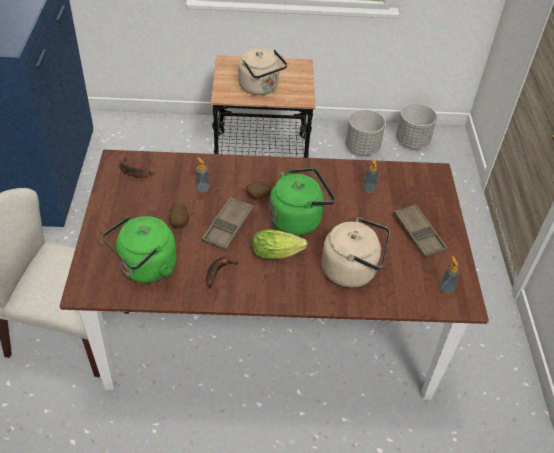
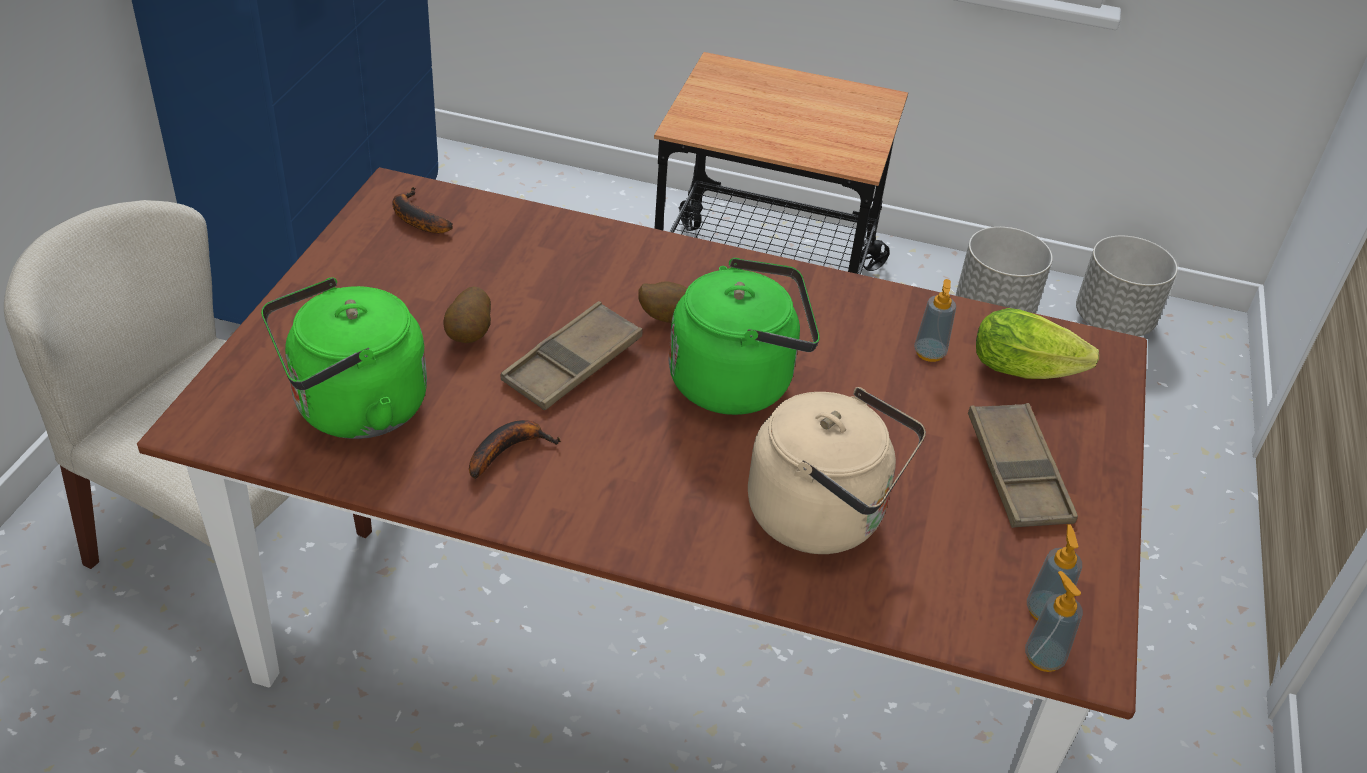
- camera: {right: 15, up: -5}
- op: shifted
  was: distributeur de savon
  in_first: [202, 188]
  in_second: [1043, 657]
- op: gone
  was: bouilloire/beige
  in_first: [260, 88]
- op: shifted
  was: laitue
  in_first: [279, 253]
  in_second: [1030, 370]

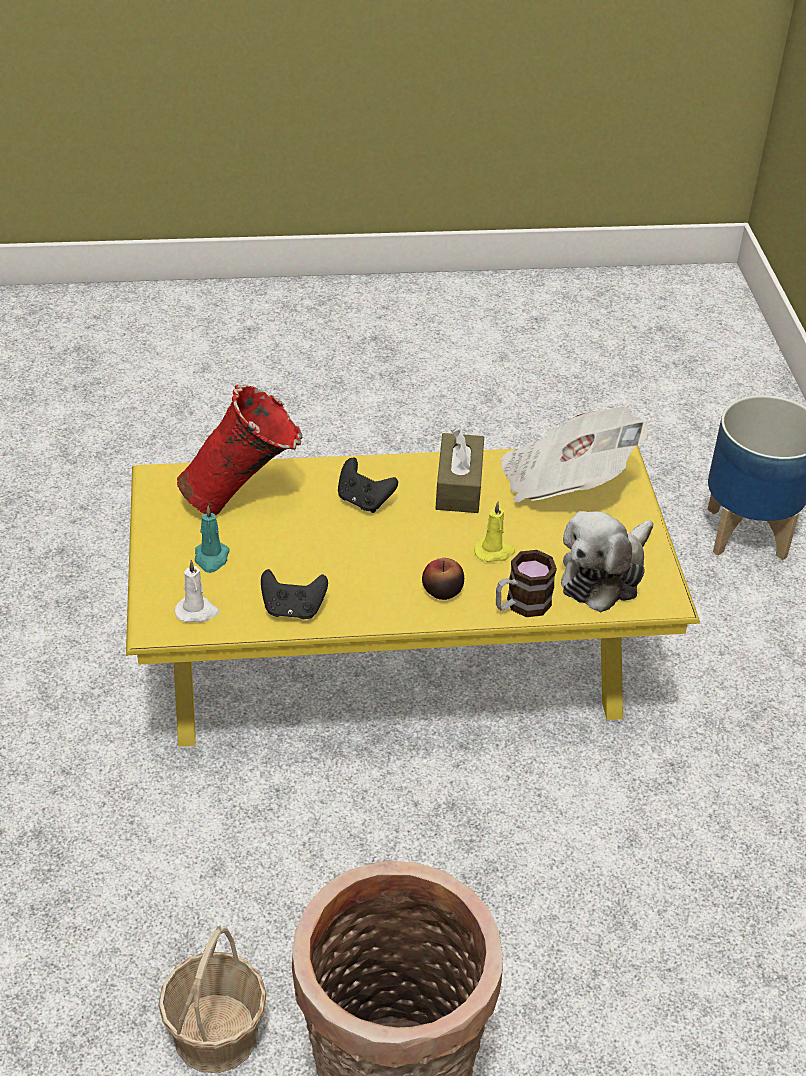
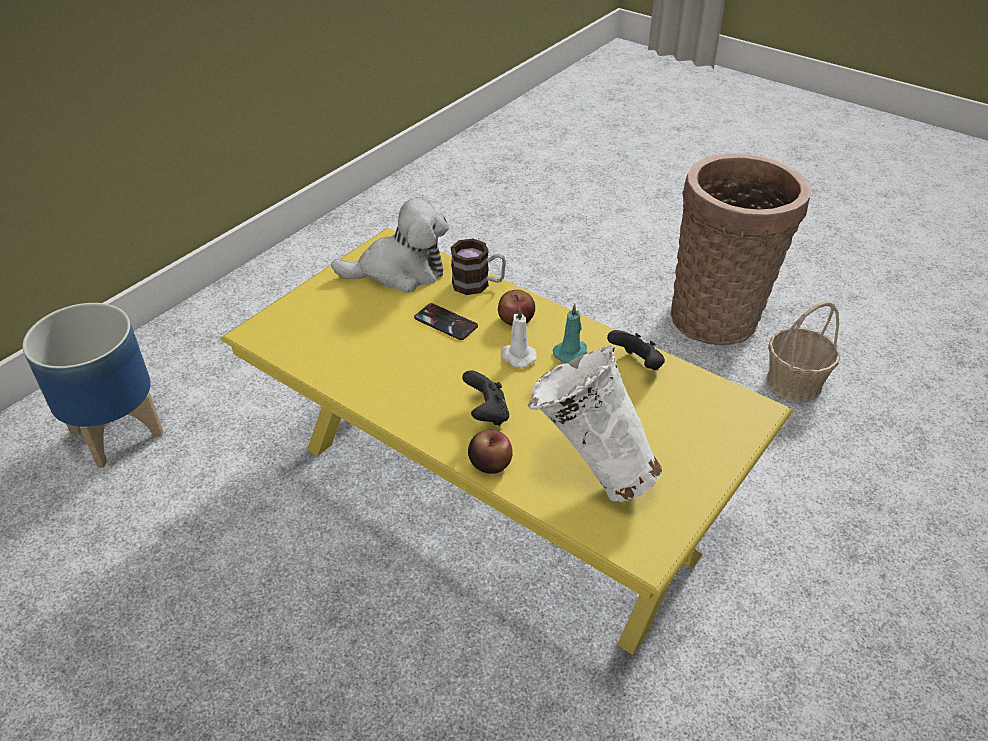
- camera: {right: -135, up: 0}
- op: shifted
  was: bougie/blanc
  in_first: [197, 612]
  in_second: [517, 356]
- op: repainted
  was: vase/rouge
  now: vase/blanc
  in_first: [244, 502]
  in_second: [588, 474]
- op: shifted
  was: bougie/turquoise
  in_first: [211, 558]
  in_second: [571, 353]
- op: gone
  was: boîte à mouchoirs/marron
  in_first: [459, 486]
- op: swapped
  was: bougie/jaune
  now: téléphone
  in_first: [494, 552]
  in_second: [446, 322]
- op: gone
  was: journal
  in_first: [565, 482]
- op: new
  now: pomme
  in_second: [490, 463]

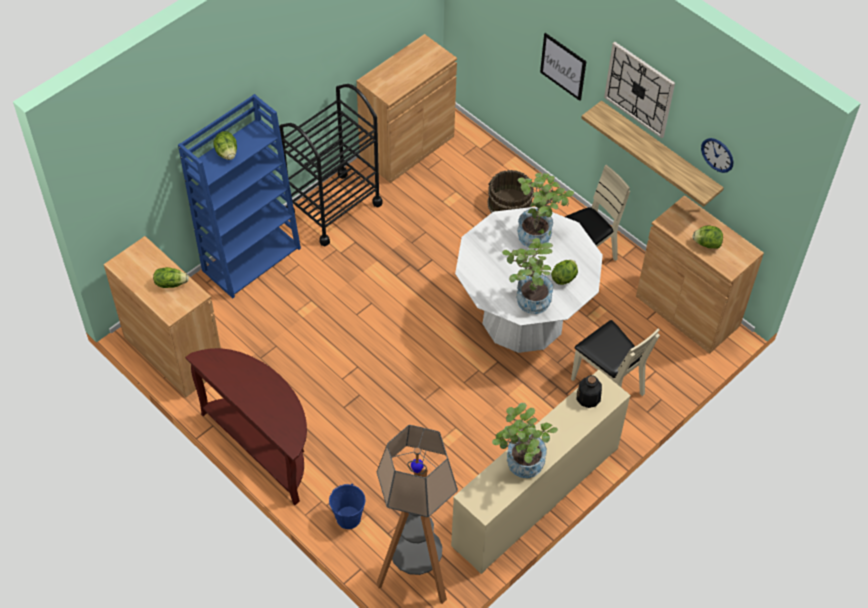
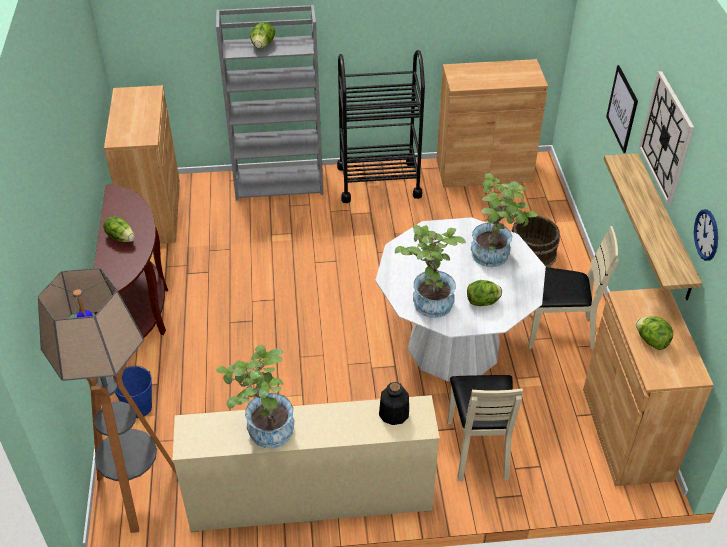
- camera: {right: 40, up: -10}
- op: shifted
  was: laitue
  in_first: [171, 283]
  in_second: [121, 237]
- op: repainted
  was: bibliothèque/bleu
  now: bibliothèque/gris
  in_first: [251, 258]
  in_second: [279, 182]

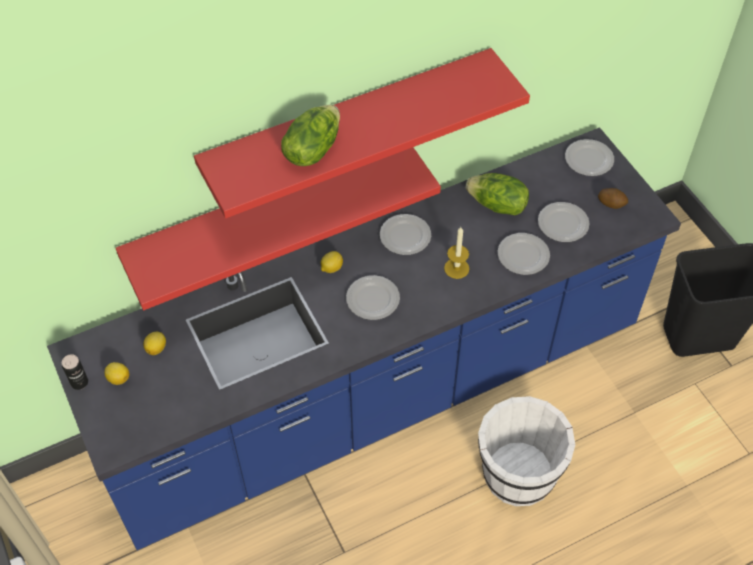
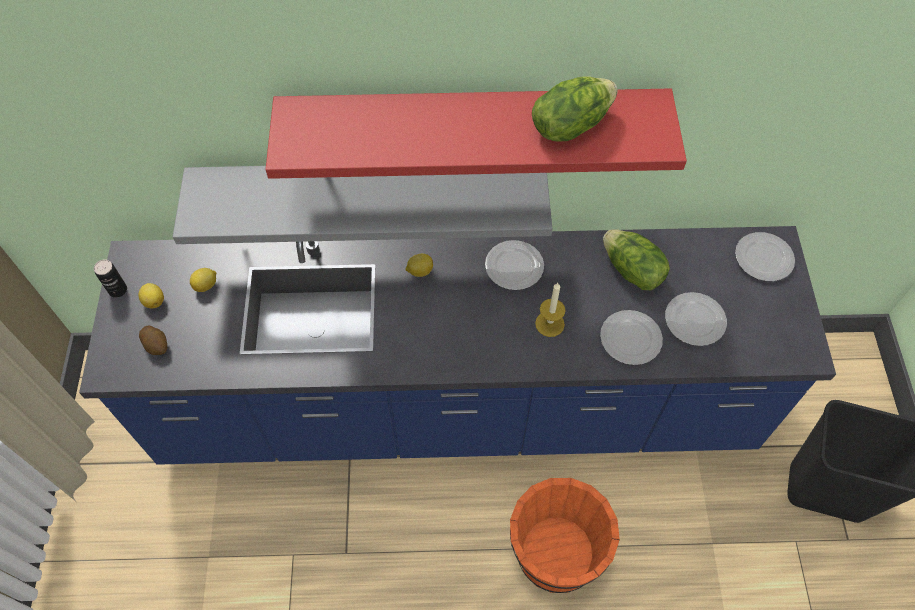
- camera: {right: 25, up: 5}
- op: repainted
  was: étagère/rouge
  now: étagère/gris
  in_first: [269, 210]
  in_second: [368, 186]
- op: shifted
  was: laitue
  in_first: [312, 149]
  in_second: [570, 125]
- op: gone
  was: assiette
  in_first: [373, 299]
- op: repainted
  was: seau/blanc
  now: seau/orange
  in_first: [517, 475]
  in_second: [555, 554]
- op: shifted
  was: pomme de terre
  in_first: [611, 203]
  in_second: [157, 345]

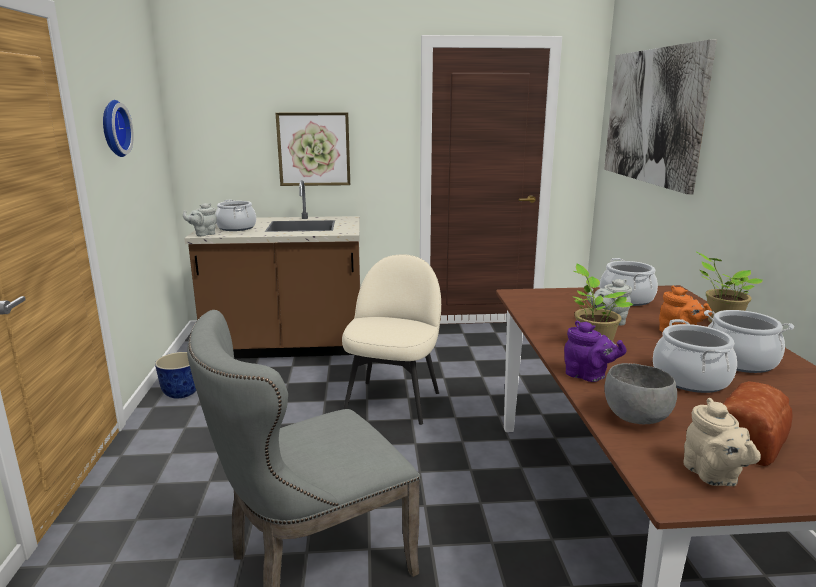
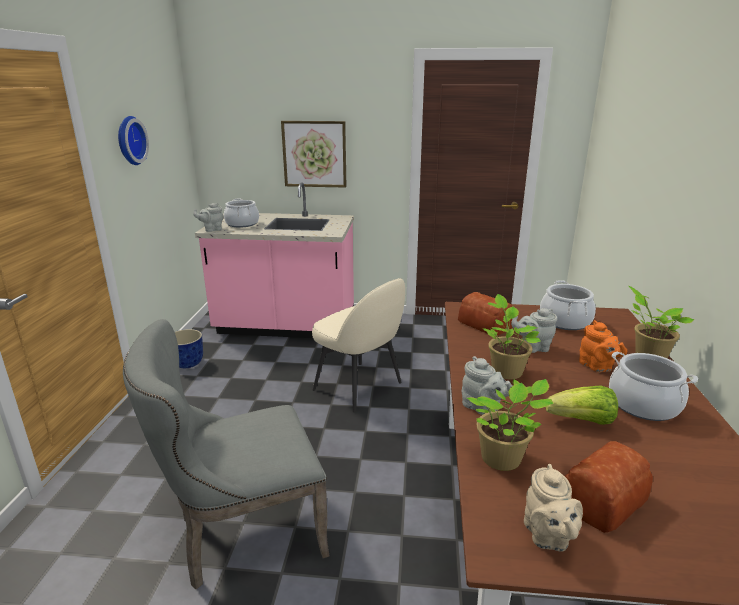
- camera: {right: 10, up: 5}
- op: repainted
  was: comptoir de cuisine/marron
  now: comptoir de cuisine/rose
  in_first: [287, 346]
  in_second: [286, 326]
- op: rotated
  was: chaise/beige
  in_first: [393, 400]
  in_second: [359, 387]
  clockwise: 105
- op: repainted
  was: théière/violet
  now: théière/gris
  in_first: [588, 376]
  in_second: [483, 408]
- op: gone
  was: tableau
  in_first: [652, 116]
- op: swapped
  was: bol/gris
  now: plante en pot
  in_first: [634, 417]
  in_second: [503, 460]
- op: swapped
  was: marmite
  now: laitue
  in_first: [691, 379]
  in_second: [582, 421]
- op: new
  now: pain
  in_second: [484, 324]

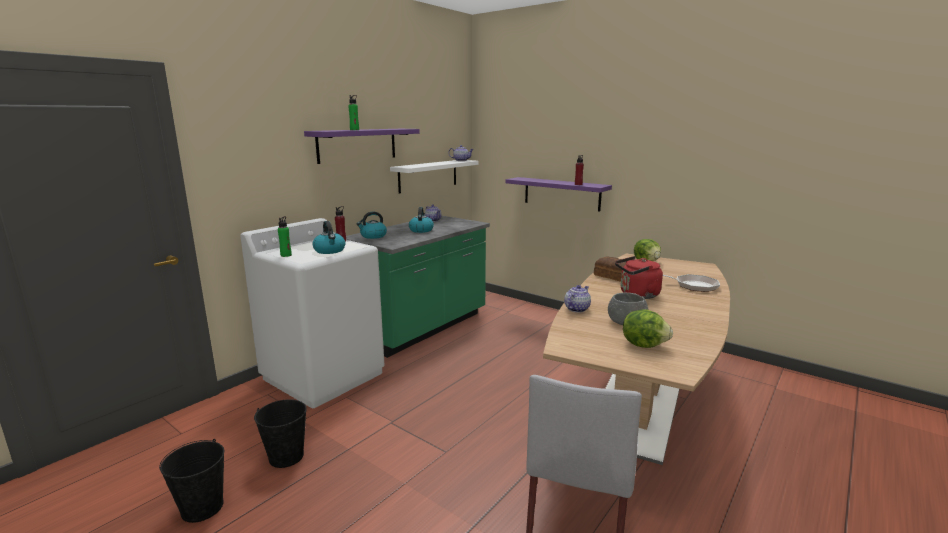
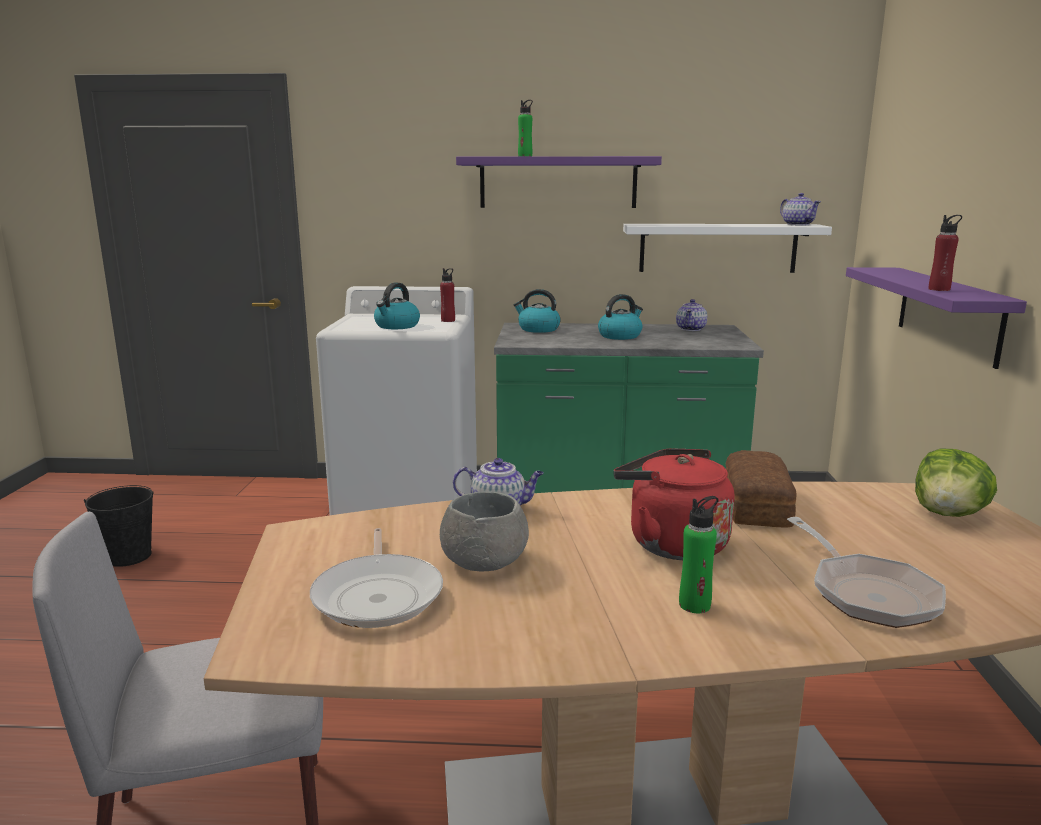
- camera: {right: 55, up: 0}
- op: gone
  was: seau/noir
  in_first: [286, 456]
- op: shifted
  was: bouteille/vert
  in_first: [286, 255]
  in_second: [695, 605]
- op: swapped
  was: laitue
  now: poêle
  in_first: [644, 344]
  in_second: [379, 595]

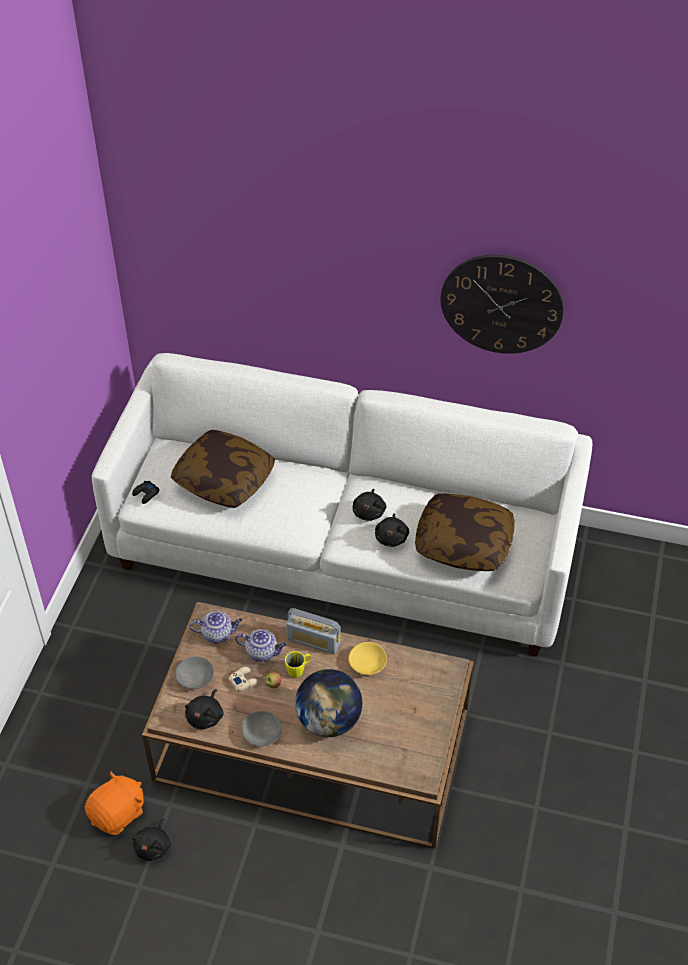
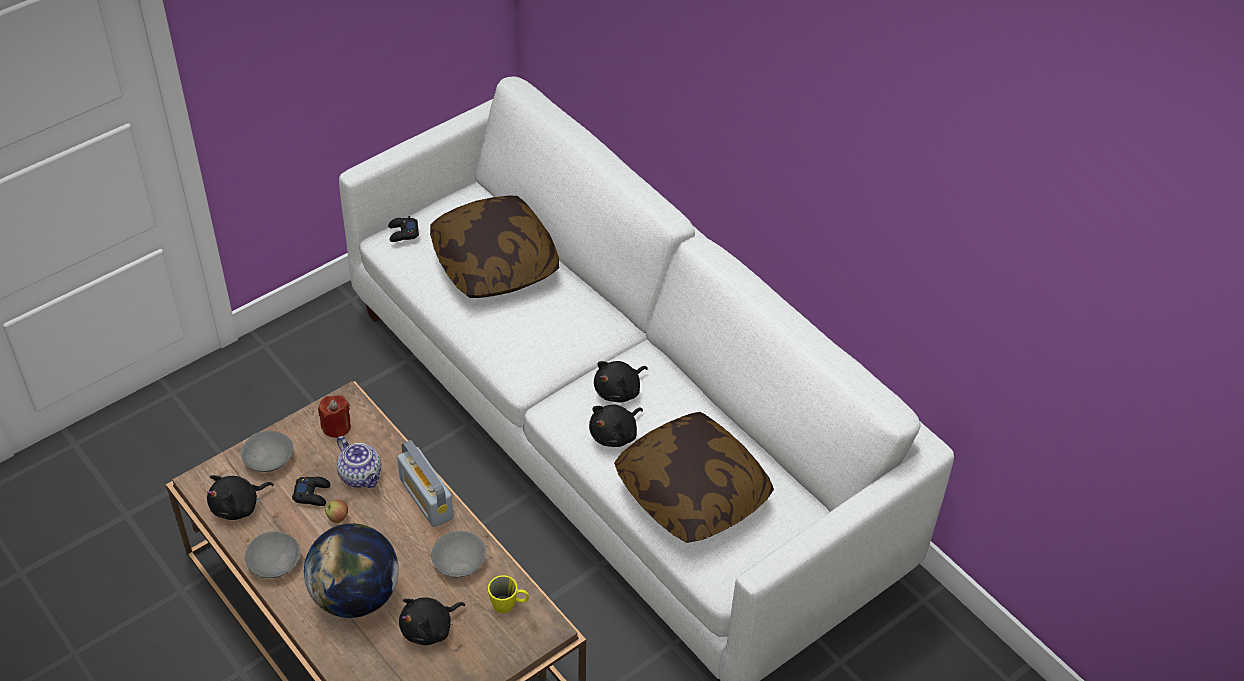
- camera: {right: 35, up: 0}
- op: gone
  was: peluche/orange
  in_first: [118, 813]
- op: shifted
  was: peluche/noir
  in_first: [153, 846]
  in_second: [429, 628]
- op: swapped
  was: théière
  now: bougie/rouge
  in_first: [218, 634]
  in_second: [336, 427]
- op: repainted
  was: manette/beige
  now: manette/noir
  in_first: [243, 681]
  in_second: [312, 494]
- op: shifted
  was: mug/jaune
  in_first: [298, 669]
  in_second: [509, 604]
- op: repainted
  was: bol/jaune
  now: bol/gris
  in_first: [367, 664]
  in_second: [458, 562]
- op: gone
  was: horloge murale
  in_first: [501, 304]

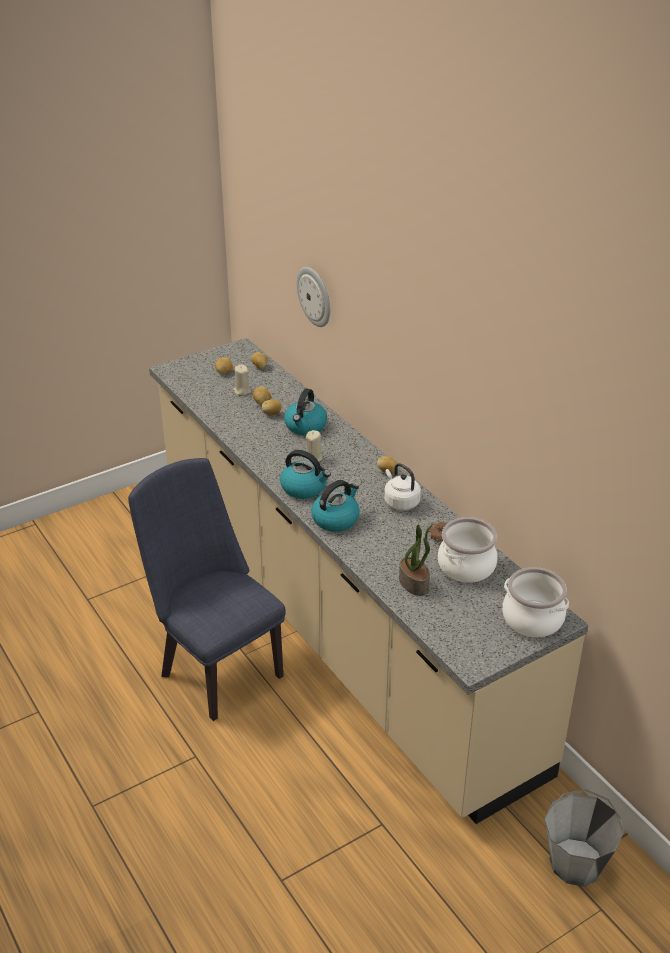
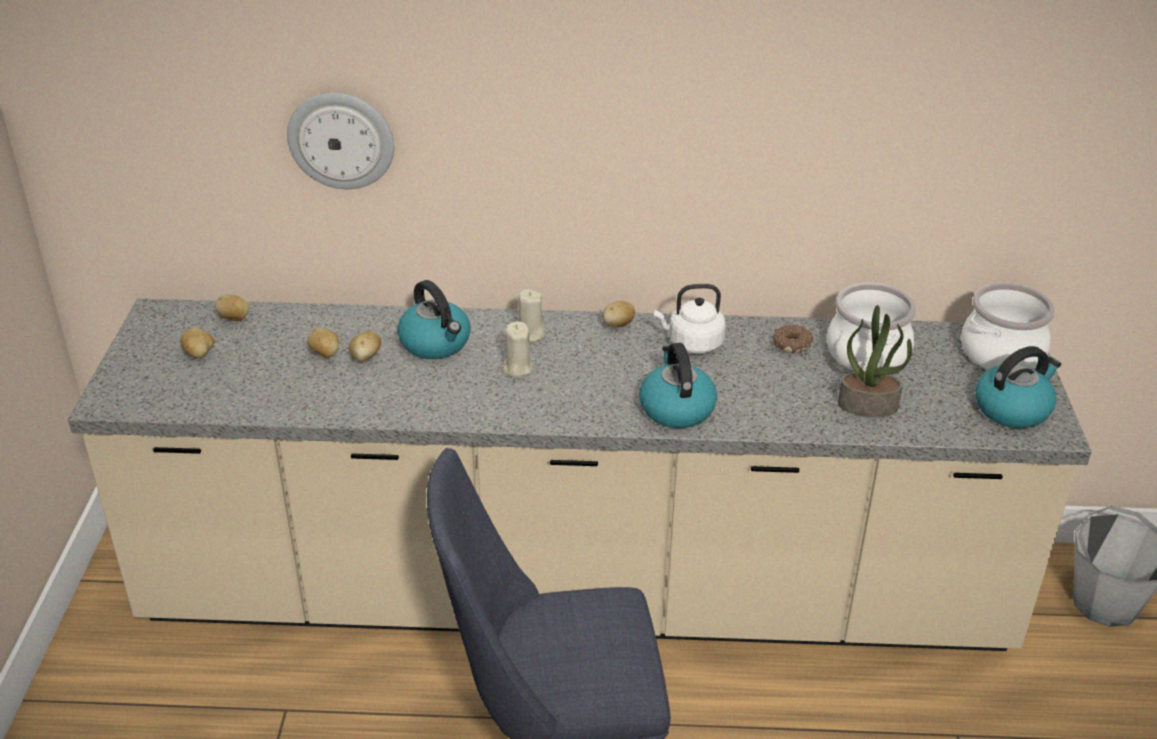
- camera: {right: -55, up: 0}
- op: shifted
  was: bougie/beige
  in_first: [242, 391]
  in_second: [530, 334]
- op: shifted
  was: bouilloire
  in_first: [304, 488]
  in_second: [1012, 409]

